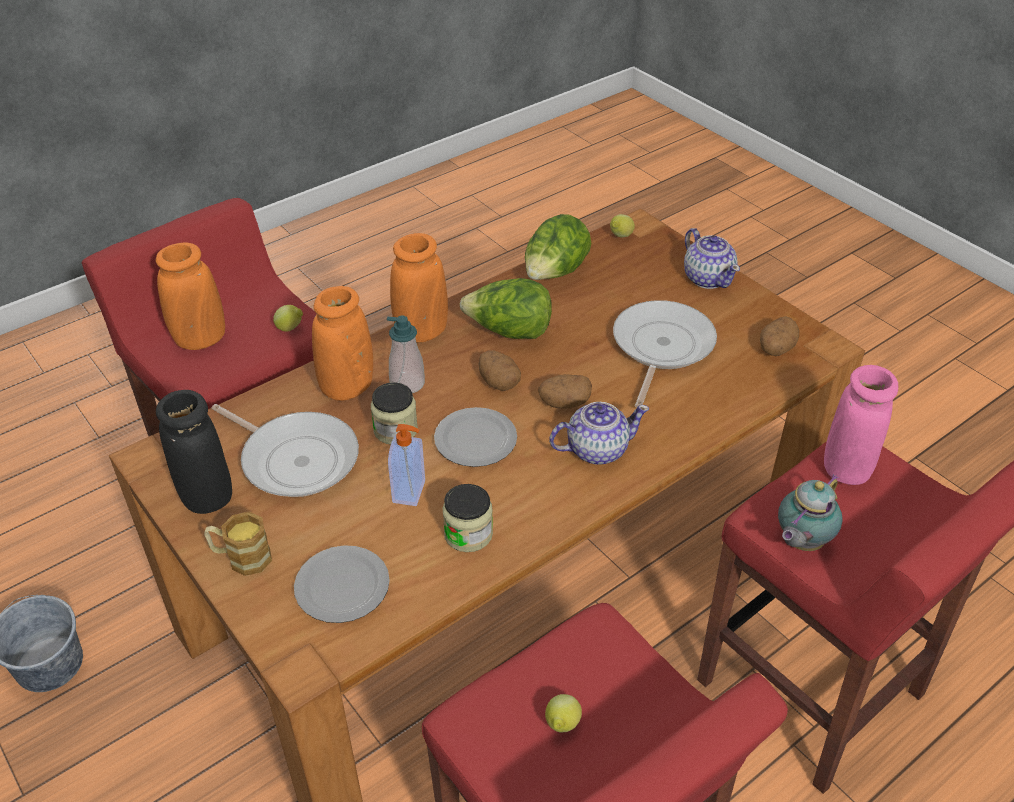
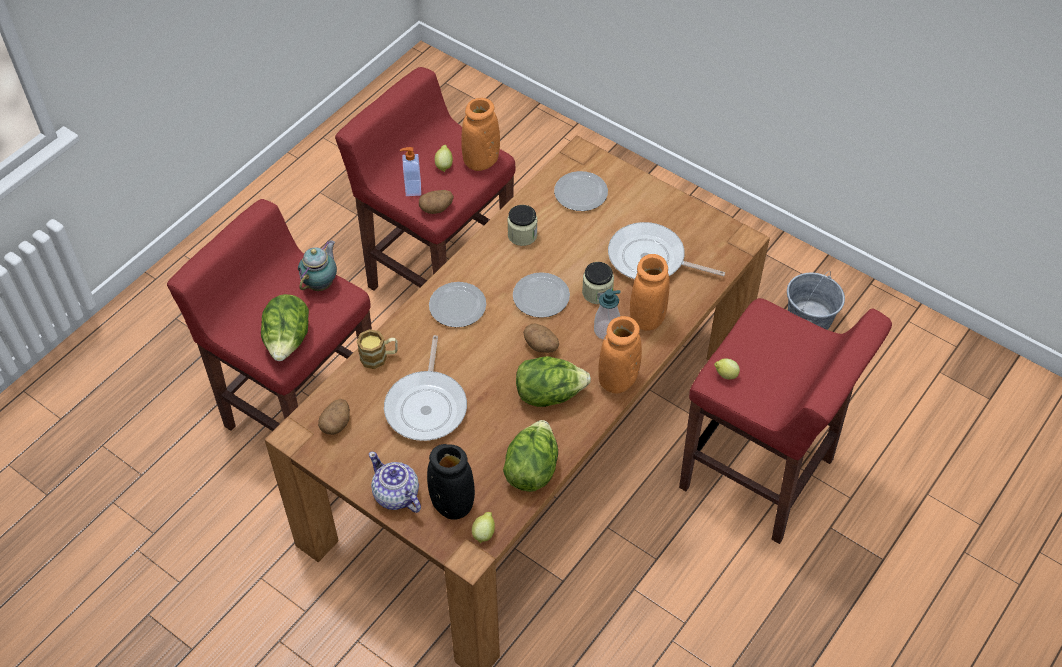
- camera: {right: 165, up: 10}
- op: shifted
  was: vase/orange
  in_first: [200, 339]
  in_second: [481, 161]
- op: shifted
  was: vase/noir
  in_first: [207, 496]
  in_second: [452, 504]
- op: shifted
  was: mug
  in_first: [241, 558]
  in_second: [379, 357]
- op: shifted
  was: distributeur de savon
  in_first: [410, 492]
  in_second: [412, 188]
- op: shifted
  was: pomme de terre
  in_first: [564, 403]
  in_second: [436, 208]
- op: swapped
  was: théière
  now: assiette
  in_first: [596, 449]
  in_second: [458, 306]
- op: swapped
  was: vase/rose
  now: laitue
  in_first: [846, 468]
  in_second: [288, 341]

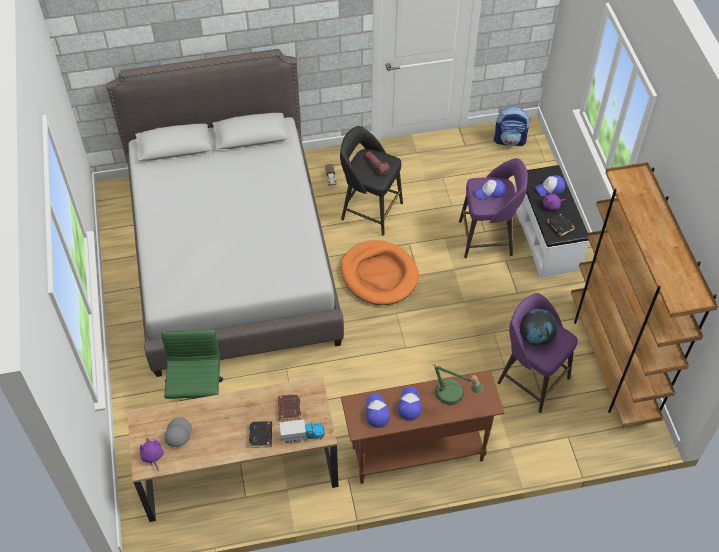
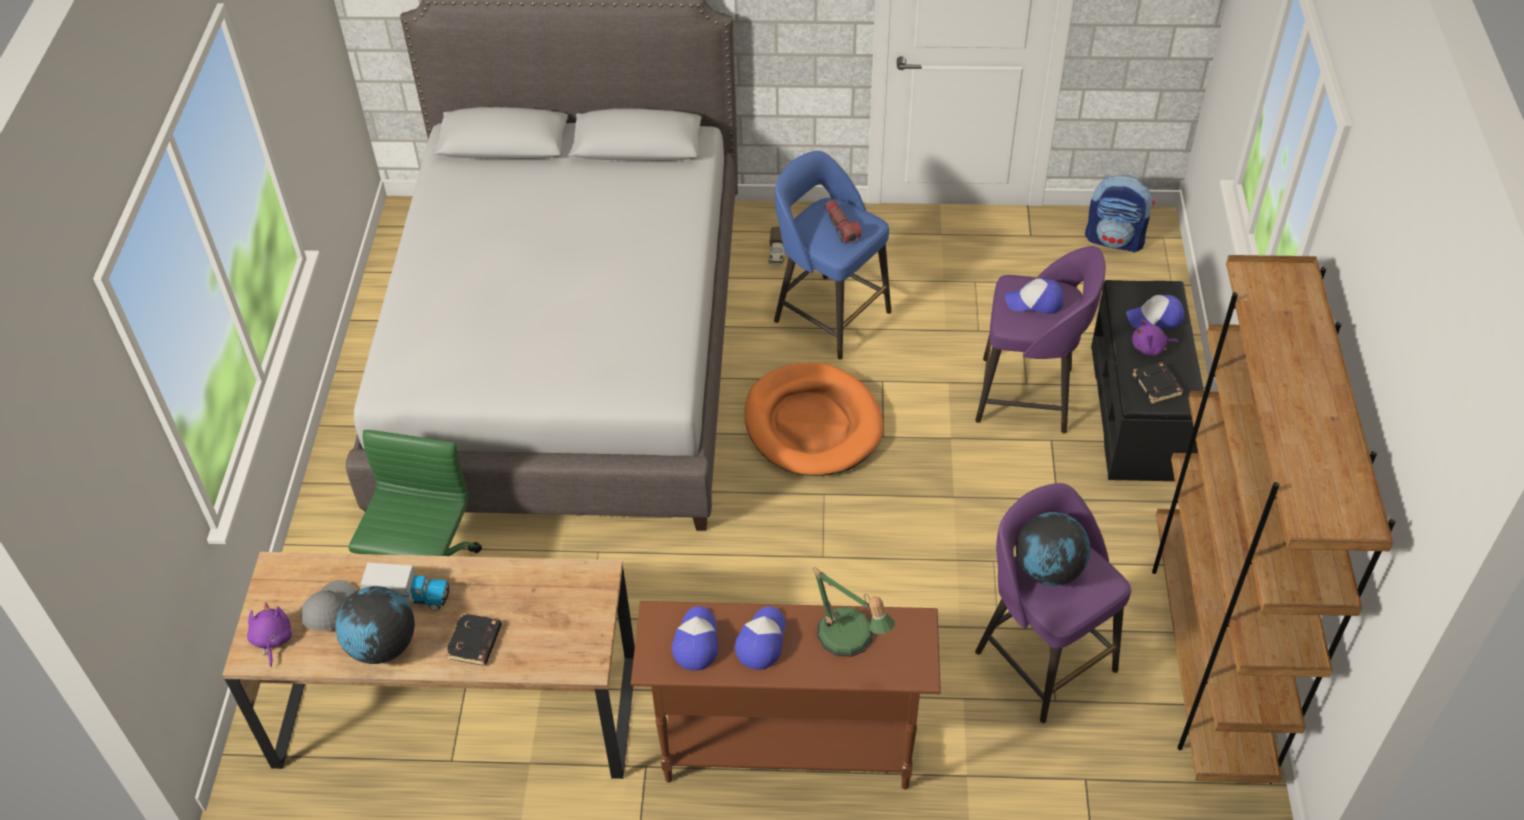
- camera: {right: 15, up: -5}
- op: gone
  was: livre/marron
  in_first: [288, 408]
- op: shifted
  was: camion jouet
  in_first: [302, 435]
  in_second: [410, 597]
- op: repainted
  was: tabouret/noir
  now: tabouret/bleu
  in_first: [370, 210]
  in_second: [829, 315]
- op: repainted
  was: banc/blanc
  now: banc/noir
  in_first: [546, 236]
  in_second: [1139, 411]
- op: new
  now: globe
  in_second: [382, 646]

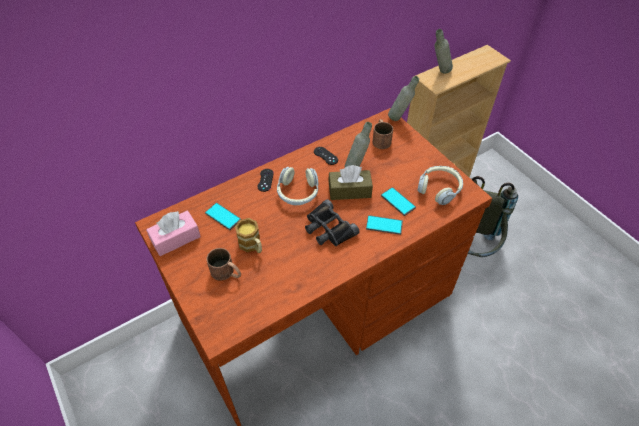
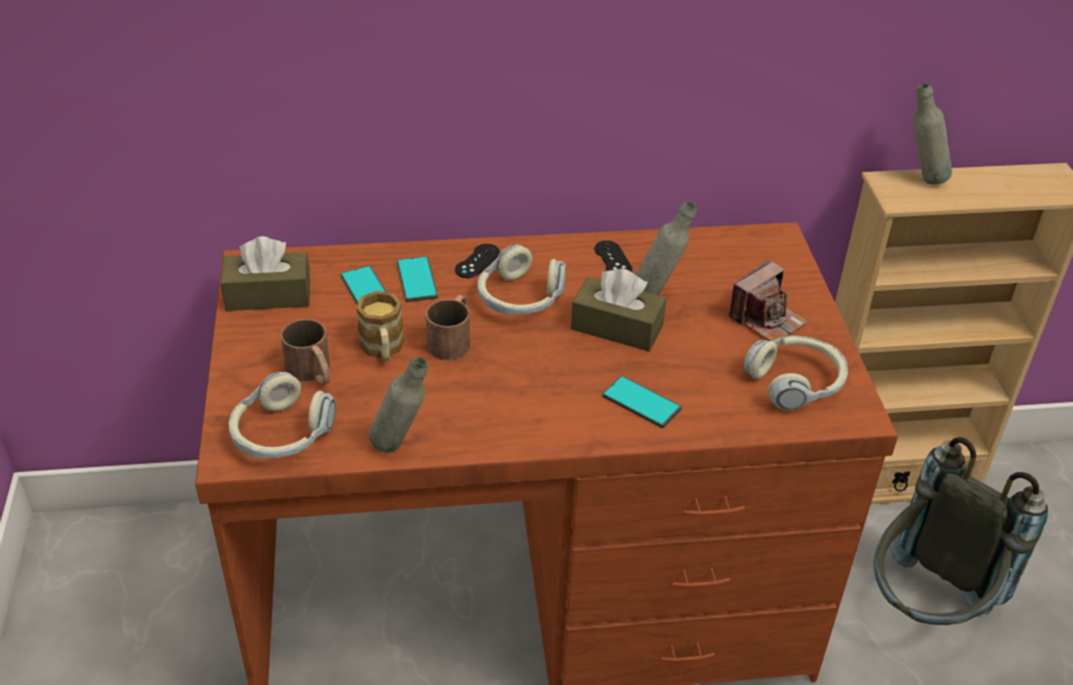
- camera: {right: 25, up: -10}
- op: repainted
  was: boîte à mouchoirs/rose
  now: boîte à mouchoirs/marron
  in_first: [176, 238]
  in_second: [268, 295]
- op: gone
  was: jumelles/noir
  in_first: [328, 228]
- op: shifted
  was: mug/marron
  in_first: [381, 139]
  in_second: [453, 339]
- op: shifted
  was: téléphone
  in_first: [398, 201]
  in_second: [417, 280]
- op: shifted
  was: bouteille/gris
  in_first: [399, 118]
  in_second: [401, 449]
- op: new
  now: casque audio
  in_second: [282, 435]
- op: new
  now: appareil photo
  in_second: [766, 320]

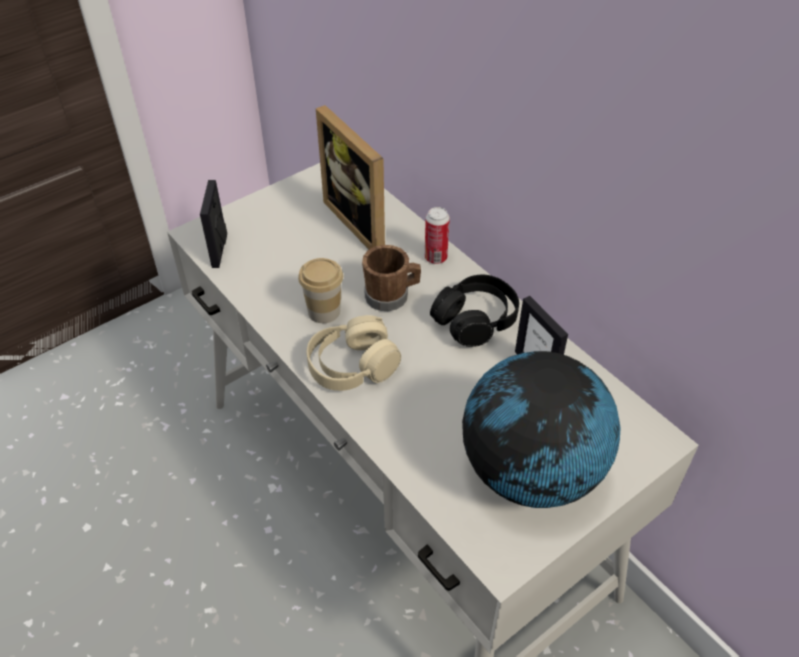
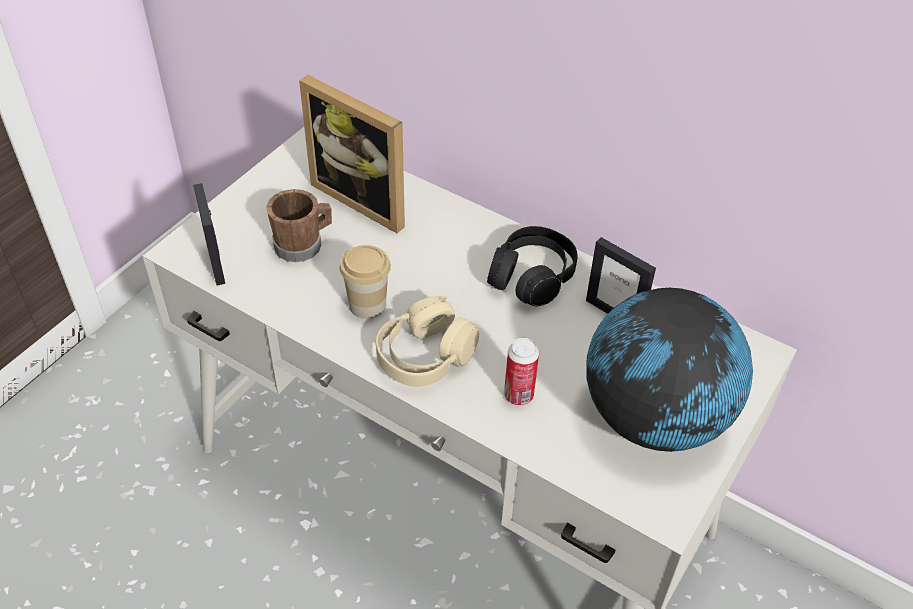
- camera: {right: -20, up: 0}
- op: shifted
  was: mug/marron
  in_first: [391, 296]
  in_second: [303, 244]
- op: shifted
  was: boîte métallique
  in_first: [435, 258]
  in_second: [518, 395]

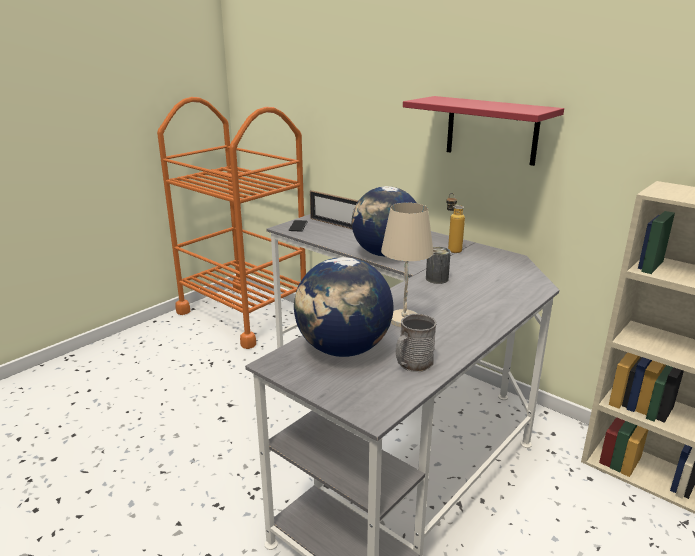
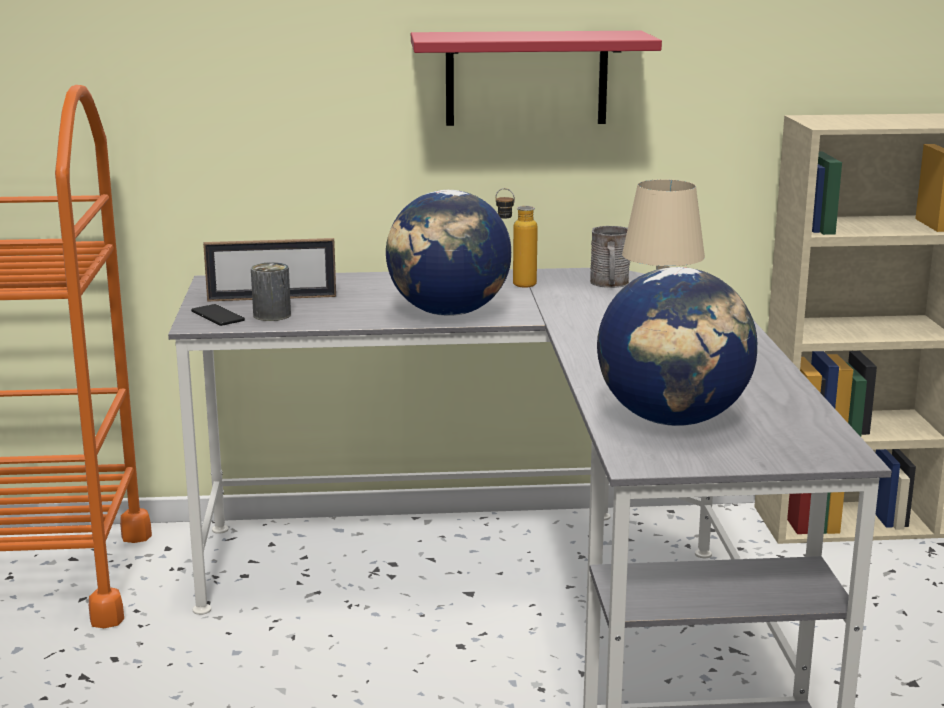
- camera: {right: -45, up: -5}
- op: shifted
  was: mug/gris
  in_first: [412, 364]
  in_second: [610, 284]
- op: shifted
  was: boîte métallique
  in_first: [437, 279]
  in_second: [272, 315]

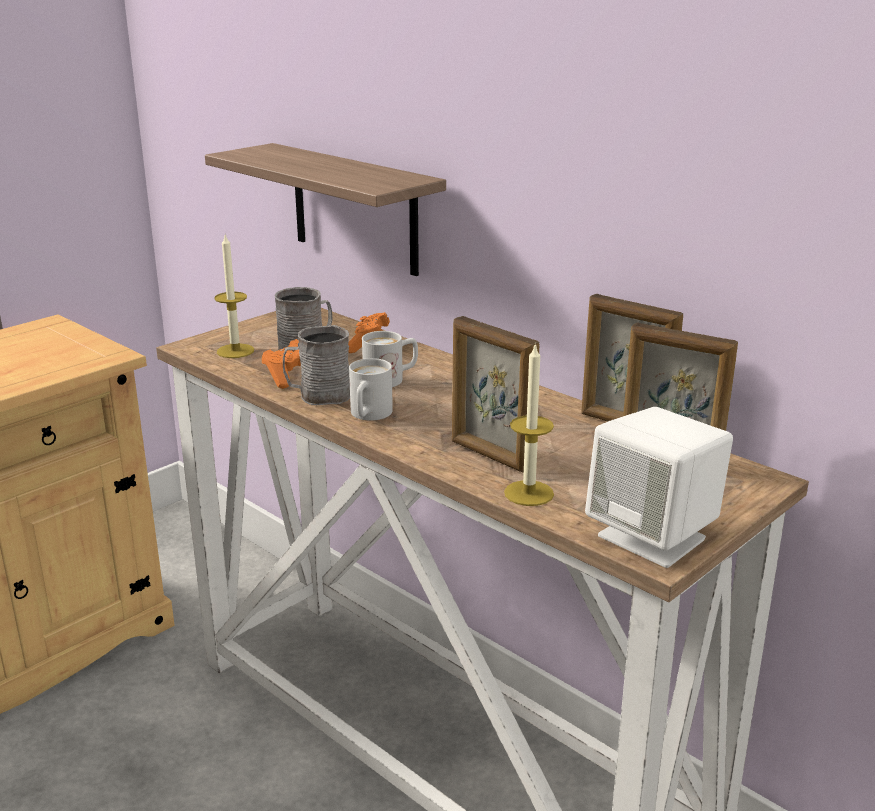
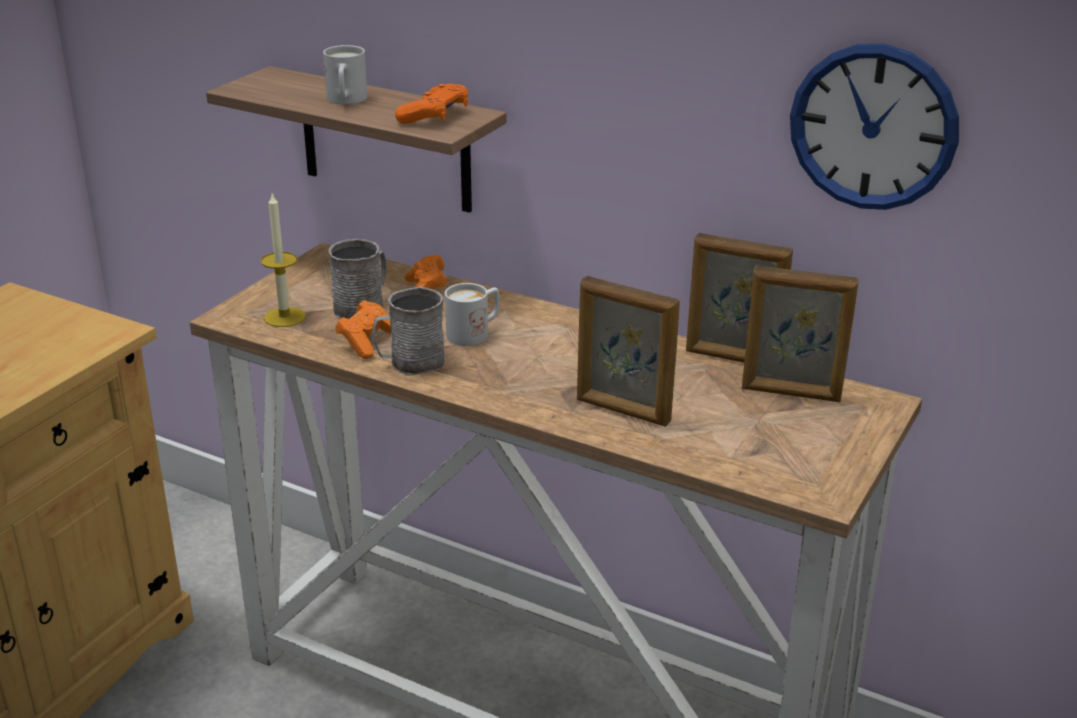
- camera: {right: -15, up: 5}
- op: shifted
  was: mug/blanc
  in_first: [368, 416]
  in_second: [346, 101]
- op: gone
  was: bougie
  in_first: [529, 493]
- op: gone
  was: enceinte/blanc
  in_first: [653, 537]
- op: new
  now: manette/orange
  in_second: [434, 116]
- op: new
  now: horloge murale
  in_second: [873, 127]

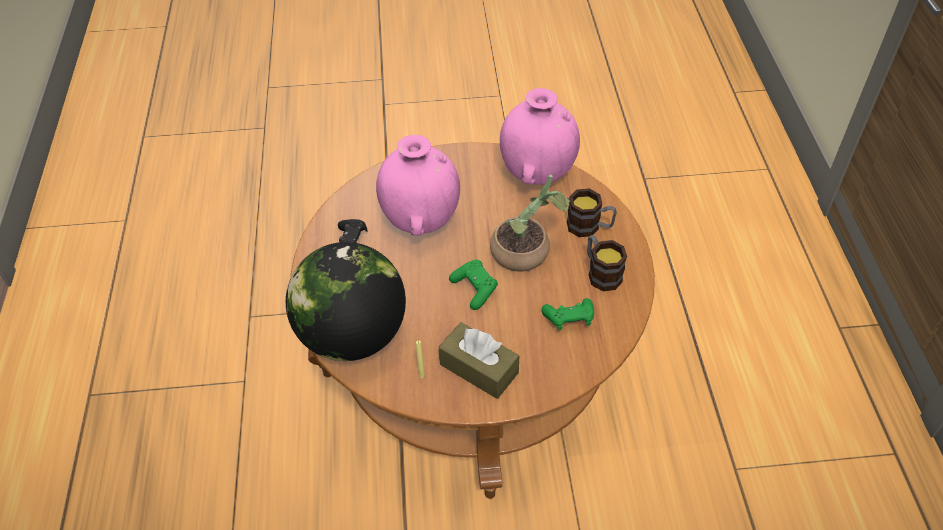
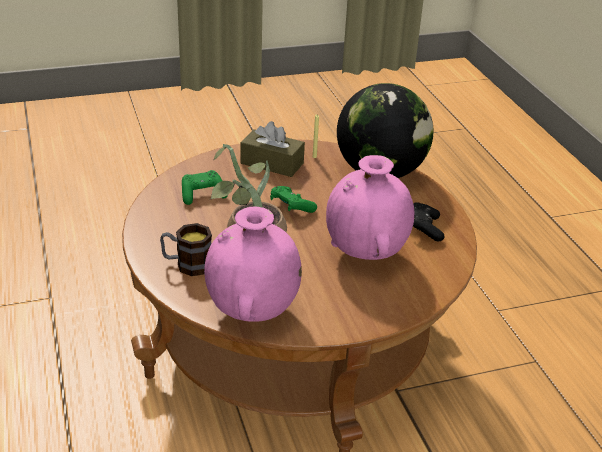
- camera: {right: 165, up: -15}
- op: gone
  was: mug
  in_first: [601, 272]

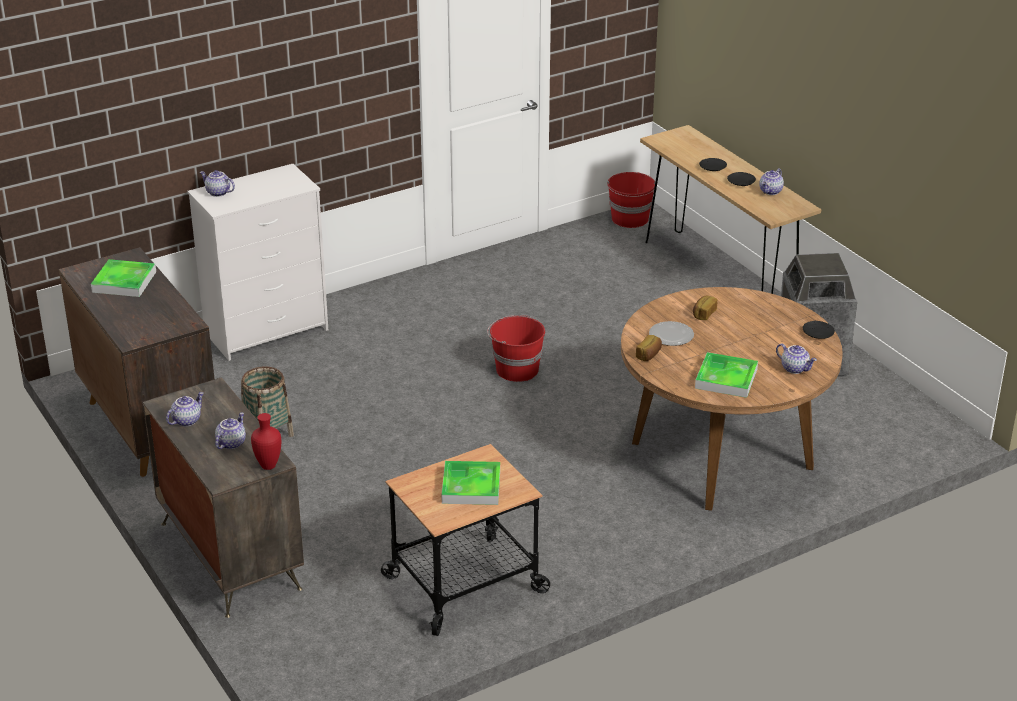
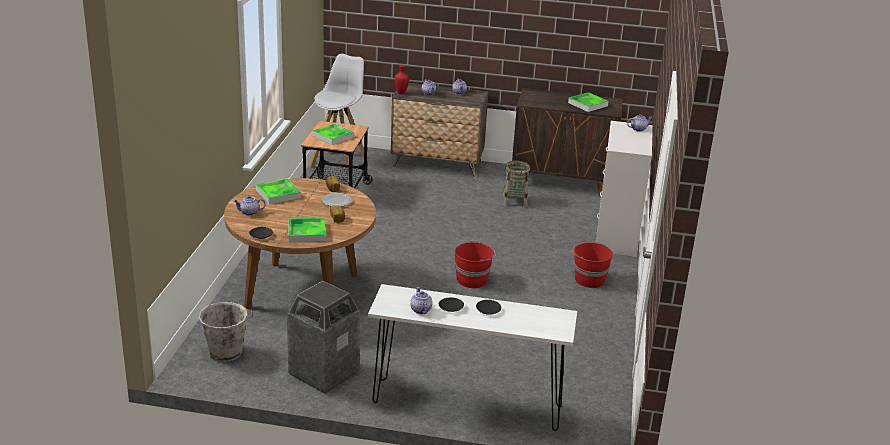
- camera: {right: 130, up: -5}
- op: shifted
  was: seau/rouge
  in_first: [630, 219]
  in_second: [589, 280]
- op: repainted
  was: table console/marron
  now: table console/blanc
  in_first: [719, 279]
  in_second: [467, 405]
- op: new
  now: seau/gris
  in_second: [227, 352]
- op: new
  now: plateau
  in_second: [306, 232]
- op: new
  now: tabouret/blanc
  in_second: [339, 163]

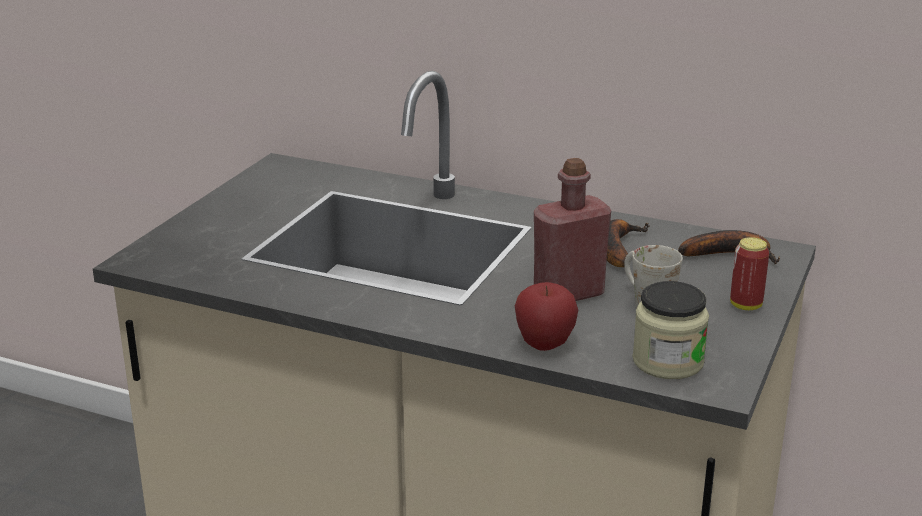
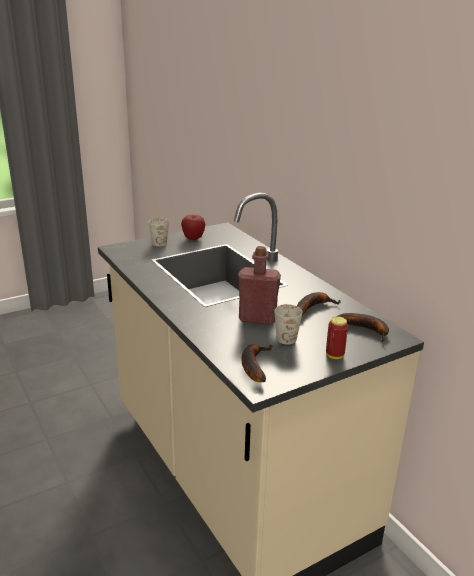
- camera: {right: 35, up: 0}
- op: shifted
  was: pomme
  in_first: [545, 345]
  in_second: [193, 238]
- op: swapped
  was: bocal
  now: banane
  in_first: [668, 362]
  in_second: [253, 365]
- op: new
  now: mug/blanc
  in_second: [159, 242]

